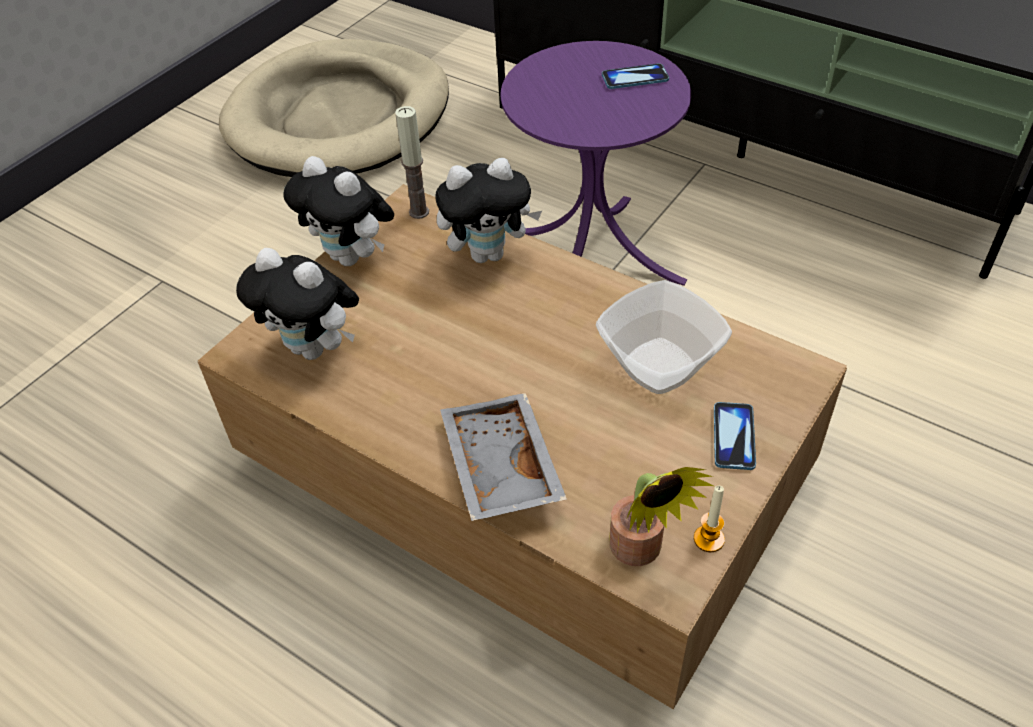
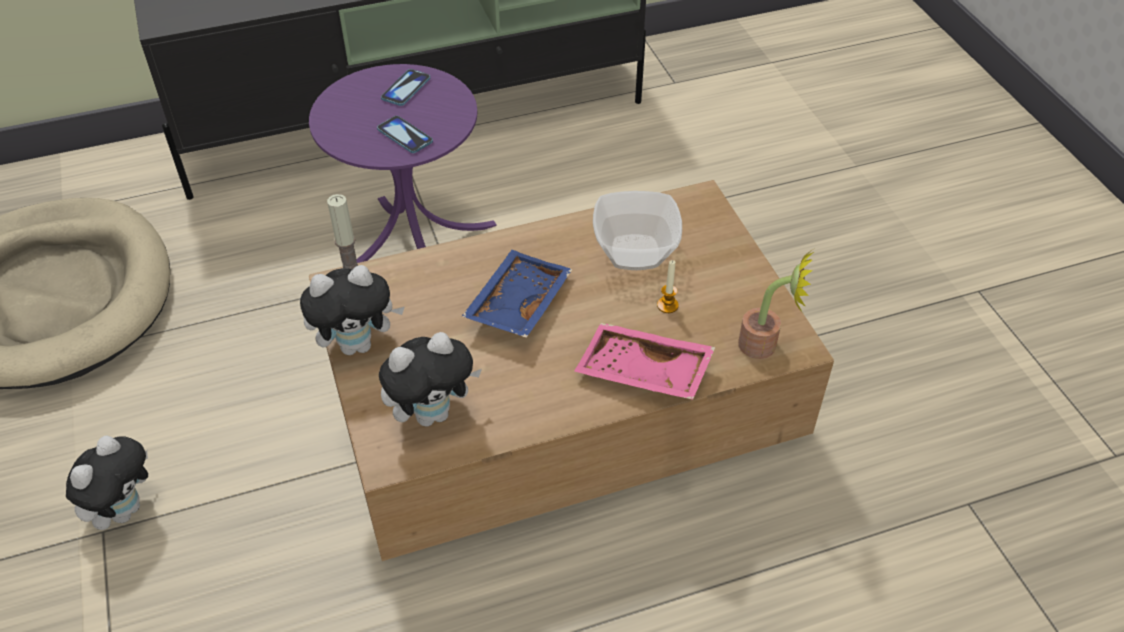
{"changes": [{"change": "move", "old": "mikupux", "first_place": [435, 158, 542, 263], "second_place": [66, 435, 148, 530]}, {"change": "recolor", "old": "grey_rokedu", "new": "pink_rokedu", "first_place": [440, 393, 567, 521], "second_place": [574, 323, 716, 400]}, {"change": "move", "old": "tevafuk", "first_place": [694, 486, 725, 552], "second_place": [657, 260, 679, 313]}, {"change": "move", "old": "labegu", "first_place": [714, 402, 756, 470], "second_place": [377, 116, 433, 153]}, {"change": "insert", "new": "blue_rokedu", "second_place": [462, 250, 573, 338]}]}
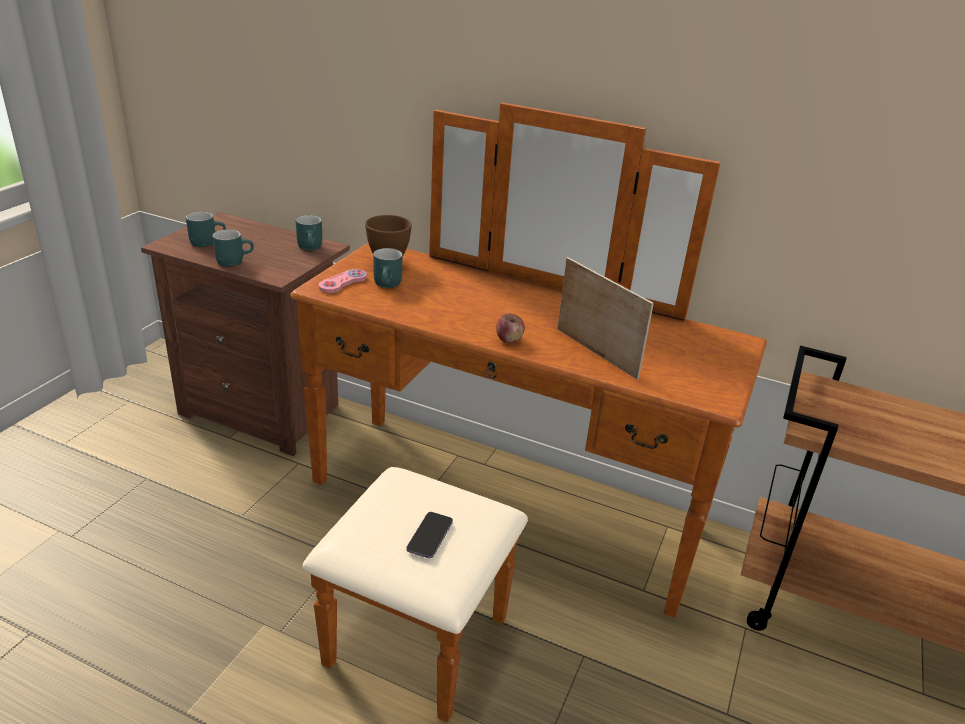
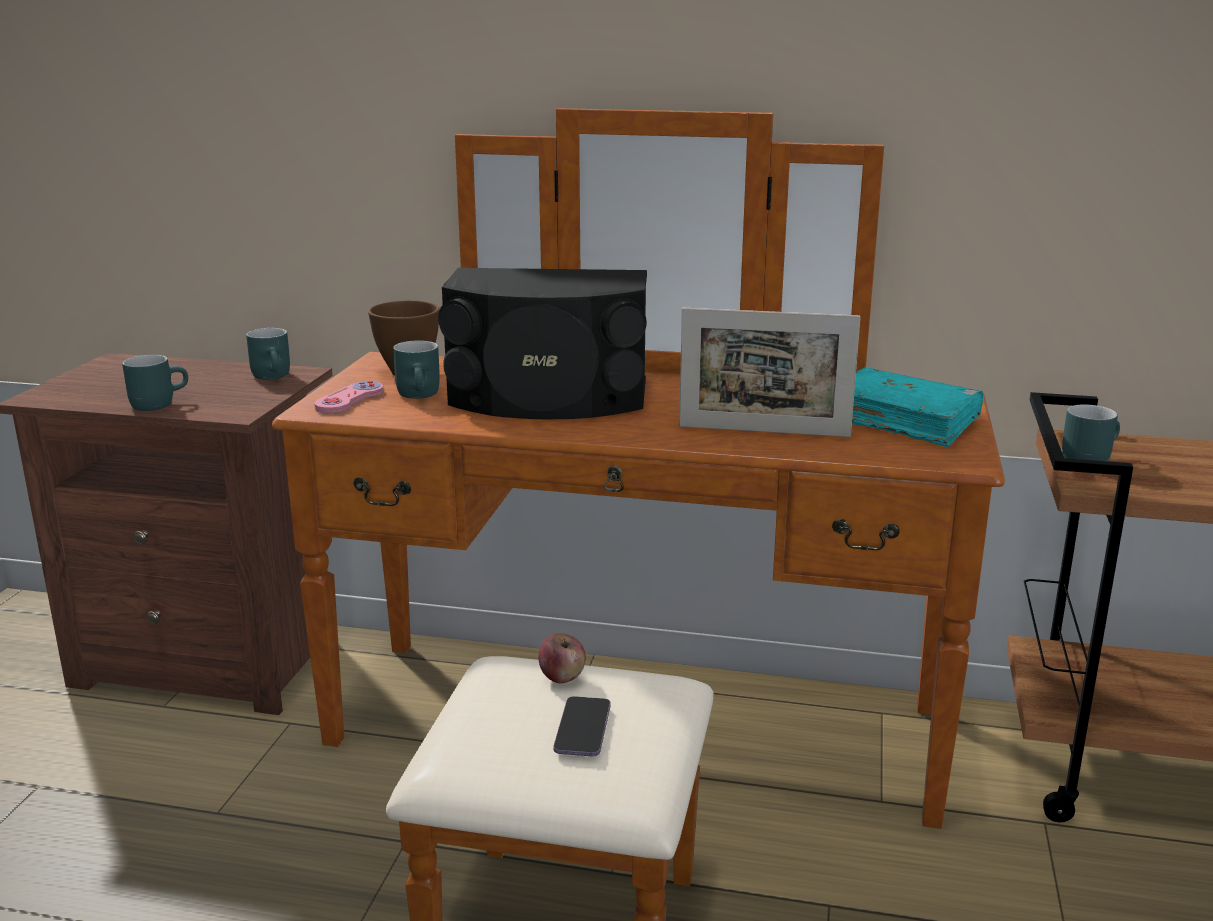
{"changes": [{"change": "move", "old": "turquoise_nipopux", "first_place": [186, 212, 226, 247], "second_place": [1062, 404, 1120, 461]}, {"change": "move", "old": "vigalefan", "first_place": [496, 313, 525, 343], "second_place": [538, 633, 586, 683]}, {"change": "rotate", "old": "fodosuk", "first_place": [557, 257, 654, 380], "second_place": [679, 308, 861, 437], "degrees": 150}, {"change": "insert", "new": "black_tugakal", "second_place": [438, 268, 647, 419]}, {"change": "insert", "new": "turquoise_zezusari", "second_place": [852, 368, 983, 447]}]}
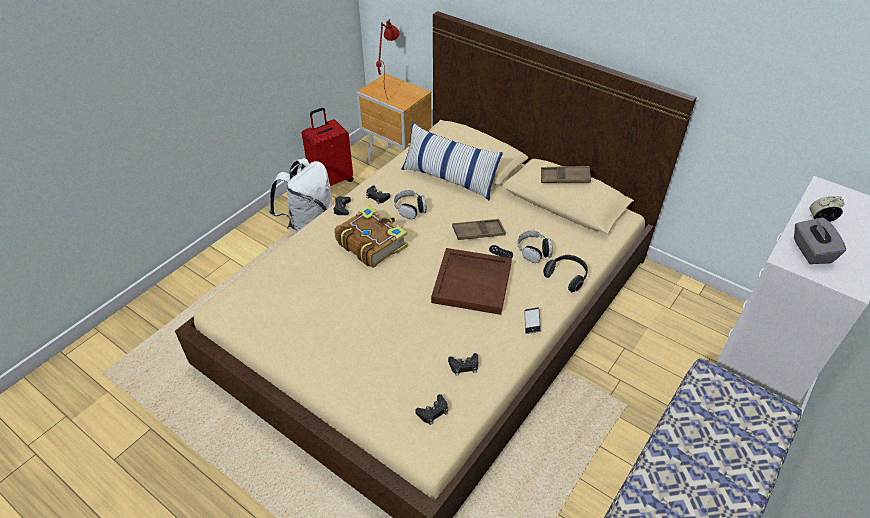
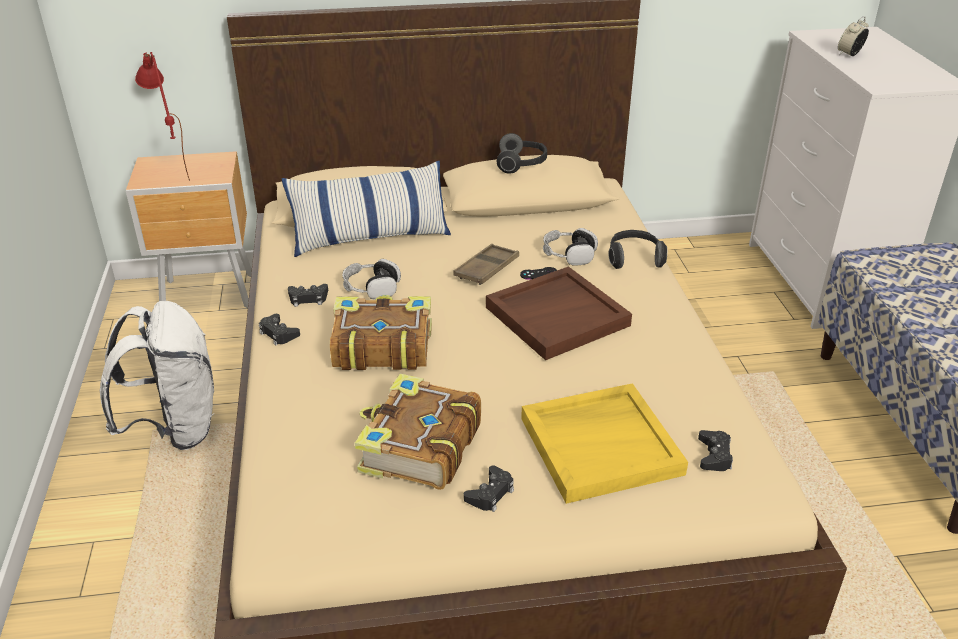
{"changes": [{"change": "delete", "old": "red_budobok", "first_place": [302, 108, 354, 186]}, {"change": "move", "old": "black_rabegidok", "first_place": [448, 353, 478, 375], "second_place": [464, 465, 514, 512]}, {"change": "delete", "old": "labegu", "first_place": [525, 307, 541, 334]}, {"change": "replace", "old": "brown_rokedu", "new": "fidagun", "first_place": [541, 166, 591, 183], "second_place": [497, 133, 547, 174]}, {"change": "delete", "old": "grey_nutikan", "first_place": [794, 217, 846, 264]}, {"change": "insert", "new": "zezusari", "second_place": [355, 374, 481, 490]}, {"change": "insert", "new": "yellow_rokedu", "second_place": [521, 383, 688, 504]}]}
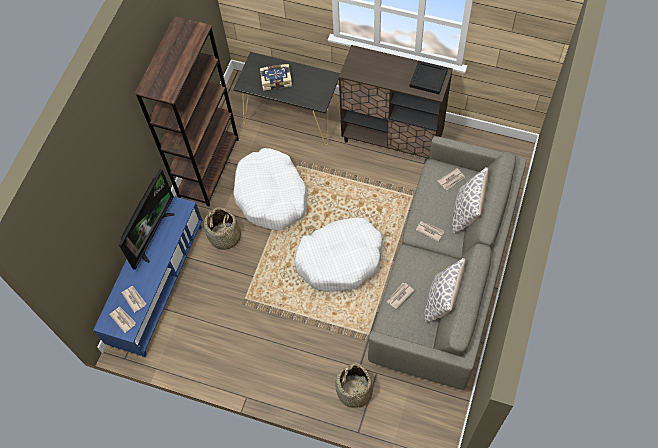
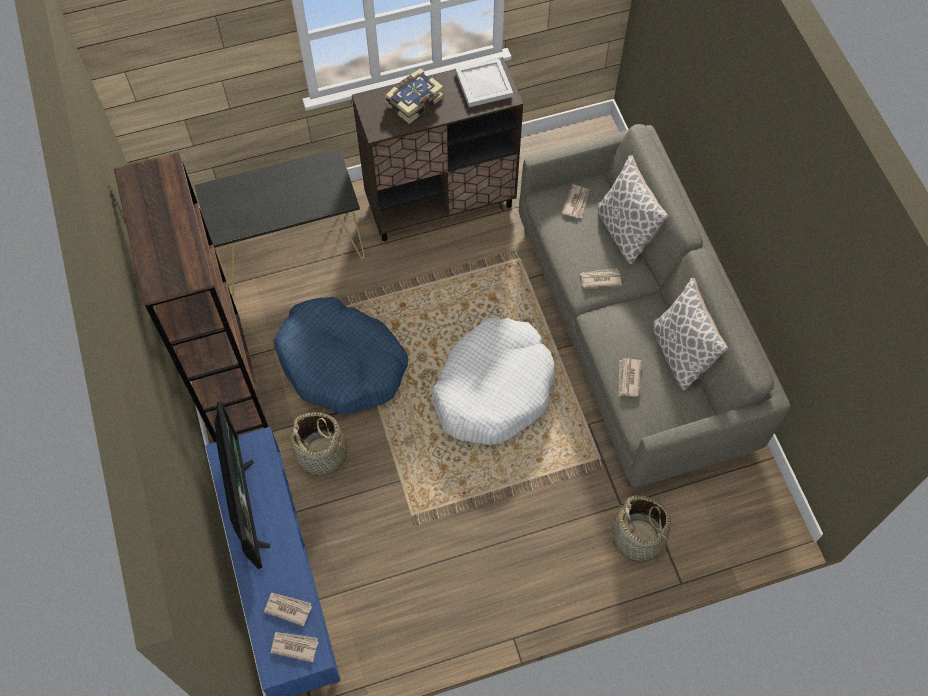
{"changes": [{"change": "recolor", "old": "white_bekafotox", "new": "blue_bekafotox", "first_place": [233, 148, 307, 230], "second_place": [274, 297, 408, 414]}, {"change": "move", "old": "zezusari", "first_place": [260, 64, 292, 91], "second_place": [385, 68, 444, 124]}, {"change": "recolor", "old": "black_rokedu", "new": "white_rokedu", "first_place": [409, 61, 448, 94], "second_place": [456, 58, 513, 107]}]}
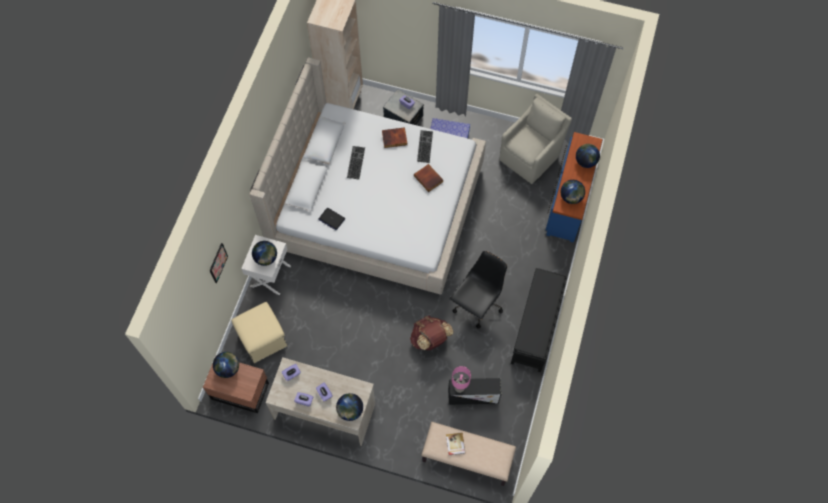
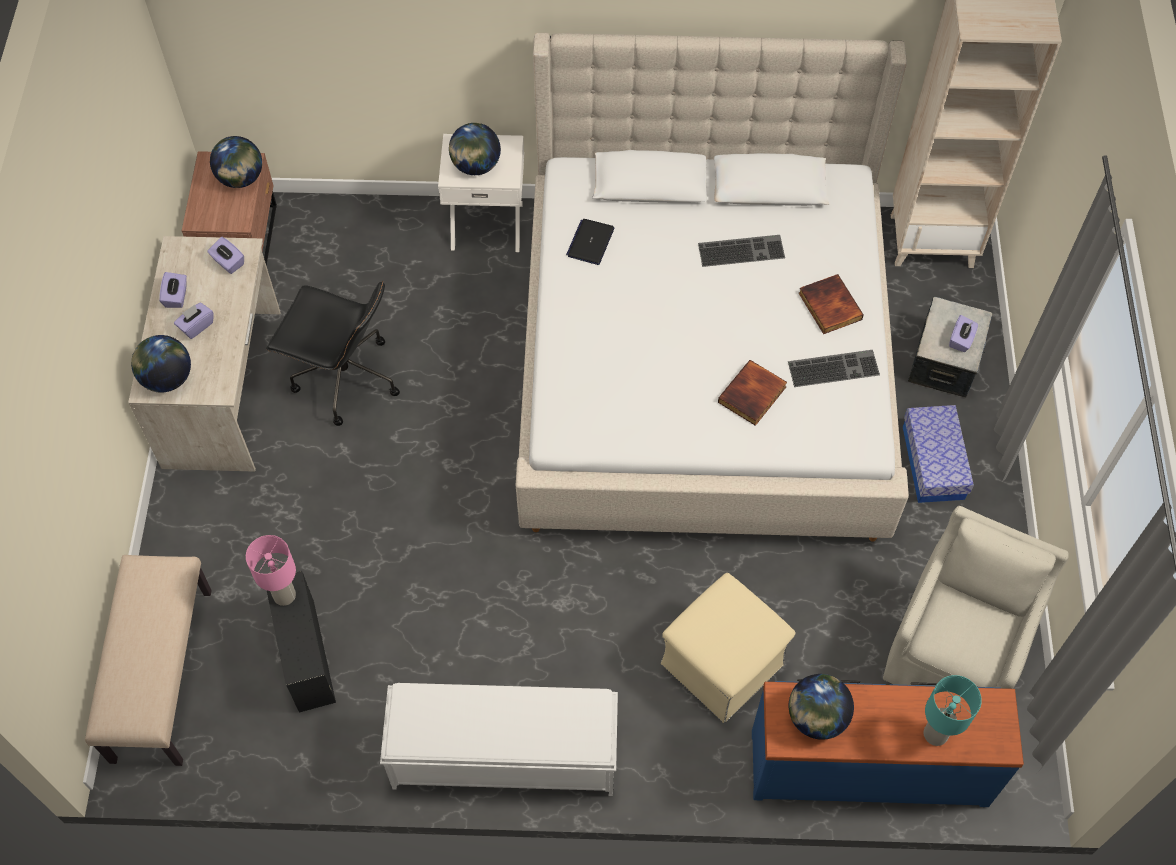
{"changes": [{"change": "delete", "old": "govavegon", "first_place": [209, 243, 228, 283]}, {"change": "move", "old": "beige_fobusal", "first_place": [231, 302, 288, 363], "second_place": [661, 573, 795, 723]}, {"change": "delete", "old": "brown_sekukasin", "first_place": [410, 316, 453, 350]}, {"change": "delete", "old": "zezusari", "first_place": [446, 432, 465, 455]}, {"change": "move", "old": "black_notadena", "first_place": [450, 251, 507, 329], "second_place": [266, 281, 400, 426]}, {"change": "rotate", "old": "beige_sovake", "first_place": [499, 94, 572, 184], "second_place": [883, 506, 1069, 689], "degrees": -90}, {"change": "recolor", "old": "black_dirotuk", "new": "white_dirotuk", "first_place": [511, 268, 567, 372], "second_place": [380, 683, 618, 796]}, {"change": "replace", "old": "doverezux", "new": "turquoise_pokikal", "first_place": [576, 144, 600, 168], "second_place": [924, 675, 982, 746]}]}
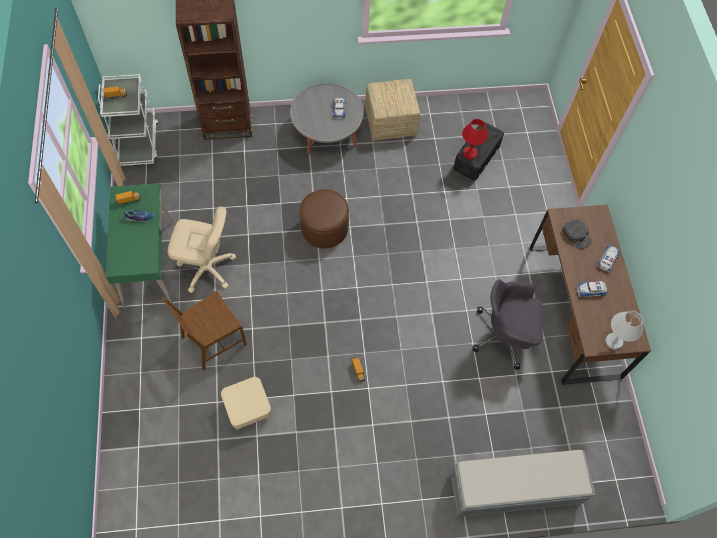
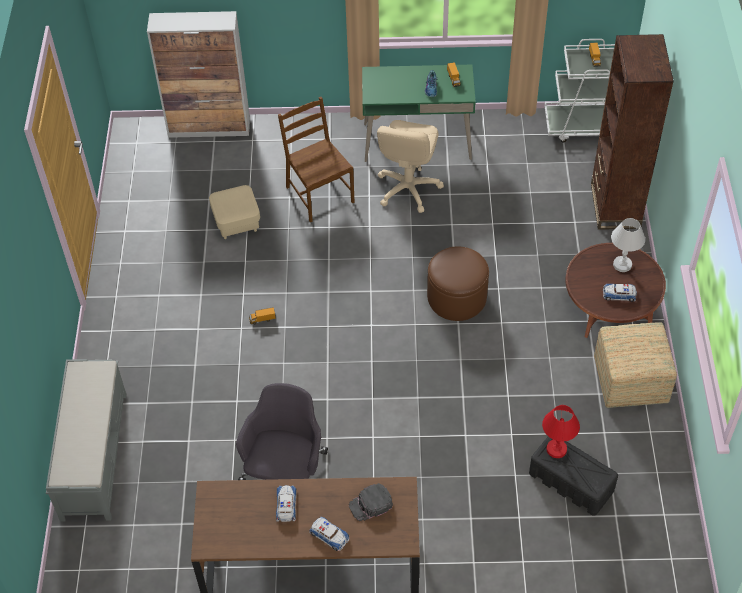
{"changes": [{"change": "recolor", "old": "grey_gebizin", "new": "brown_gebizin", "first_place": [290, 83, 364, 155], "second_place": [565, 243, 666, 338]}, {"change": "move", "old": "white_pokikal", "first_place": [605, 311, 643, 350], "second_place": [611, 218, 645, 272]}, {"change": "insert", "new": "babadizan", "second_place": [147, 11, 250, 138]}]}
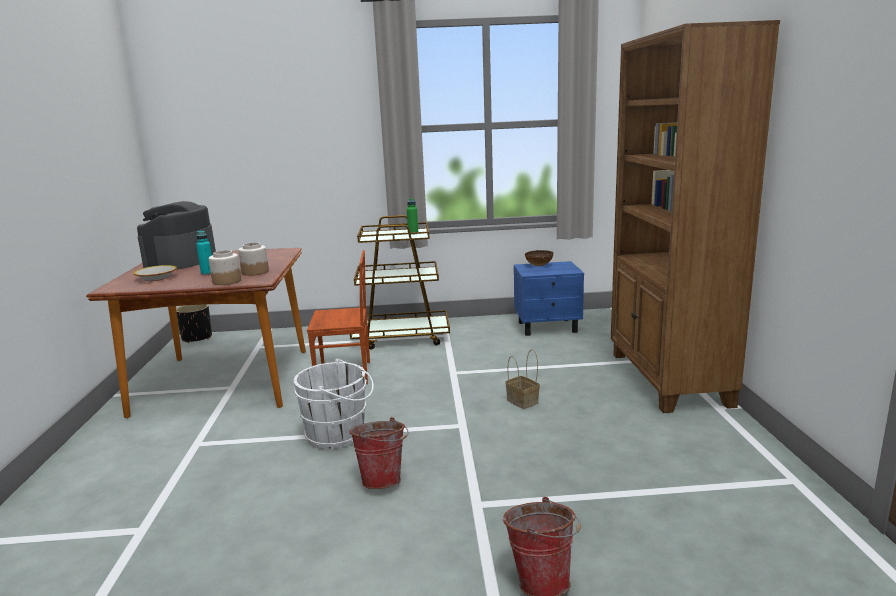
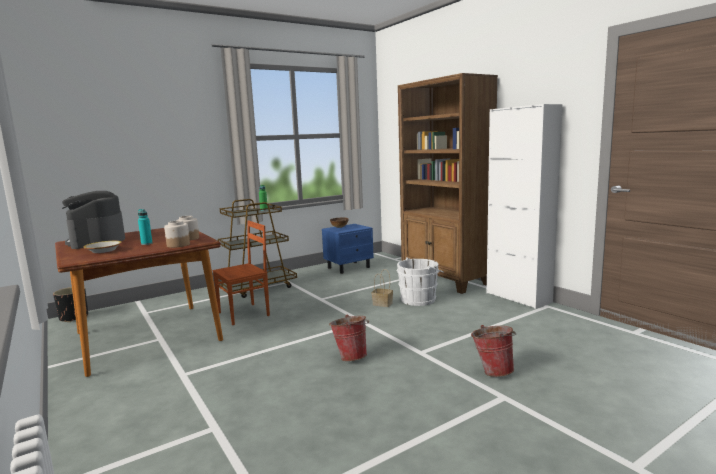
{"changes": [{"change": "move", "old": "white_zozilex", "first_place": [294, 359, 374, 449], "second_place": [397, 257, 444, 306]}, {"change": "insert", "new": "white_babadizan", "second_place": [487, 104, 562, 309]}]}
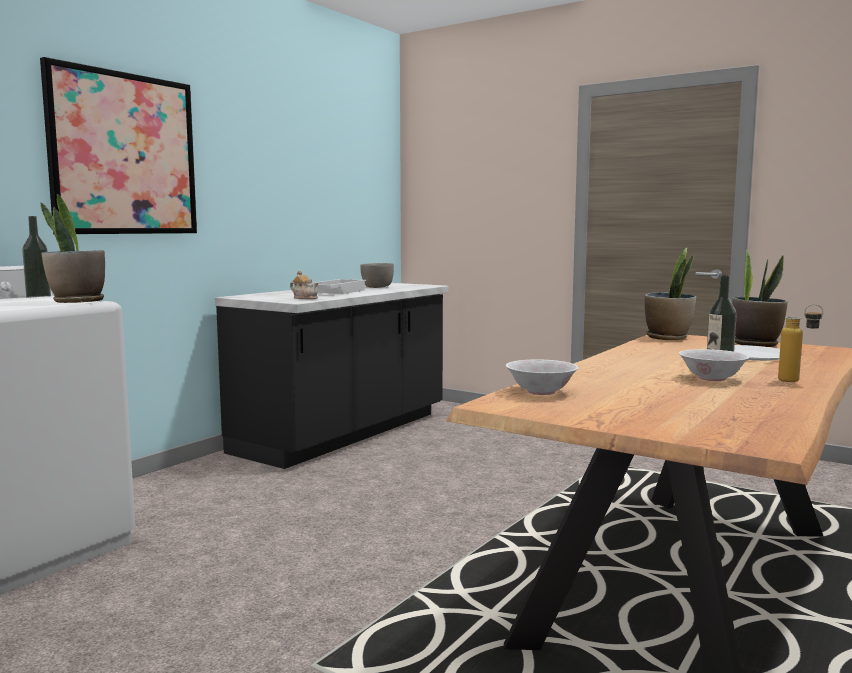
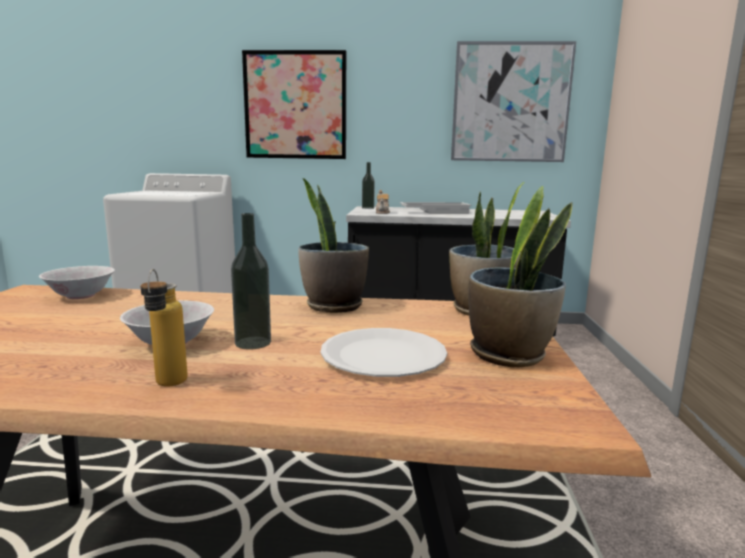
{"changes": [{"change": "move", "old": "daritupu", "first_place": [22, 216, 51, 299], "second_place": [362, 162, 375, 209]}, {"change": "move", "old": "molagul", "first_place": [41, 194, 105, 303], "second_place": [298, 178, 369, 313]}, {"change": "delete", "old": "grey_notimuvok", "first_place": [360, 263, 394, 288]}, {"change": "insert", "new": "govavegon", "second_place": [451, 41, 576, 162]}]}
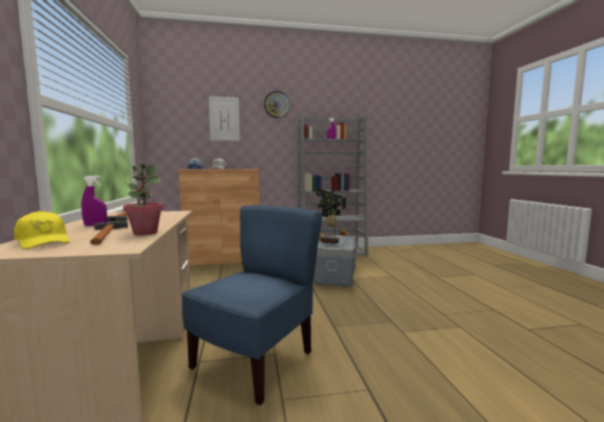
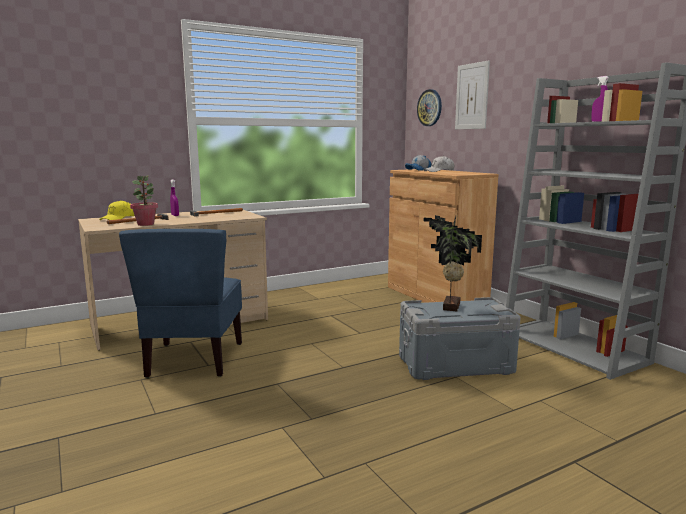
{"changes": [{"change": "rotate", "old": "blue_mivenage", "first_place": [182, 205, 322, 405], "second_place": [119, 229, 242, 378], "degrees": 75}, {"change": "move", "old": "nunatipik", "first_place": [264, 91, 290, 118], "second_place": [417, 89, 442, 126]}]}
